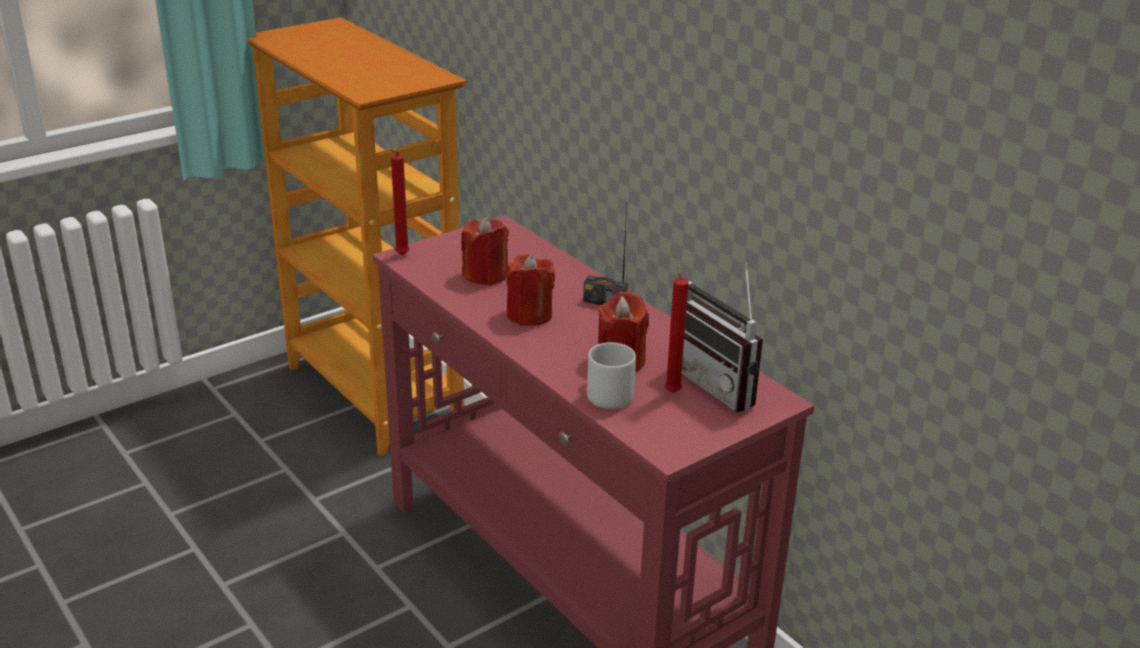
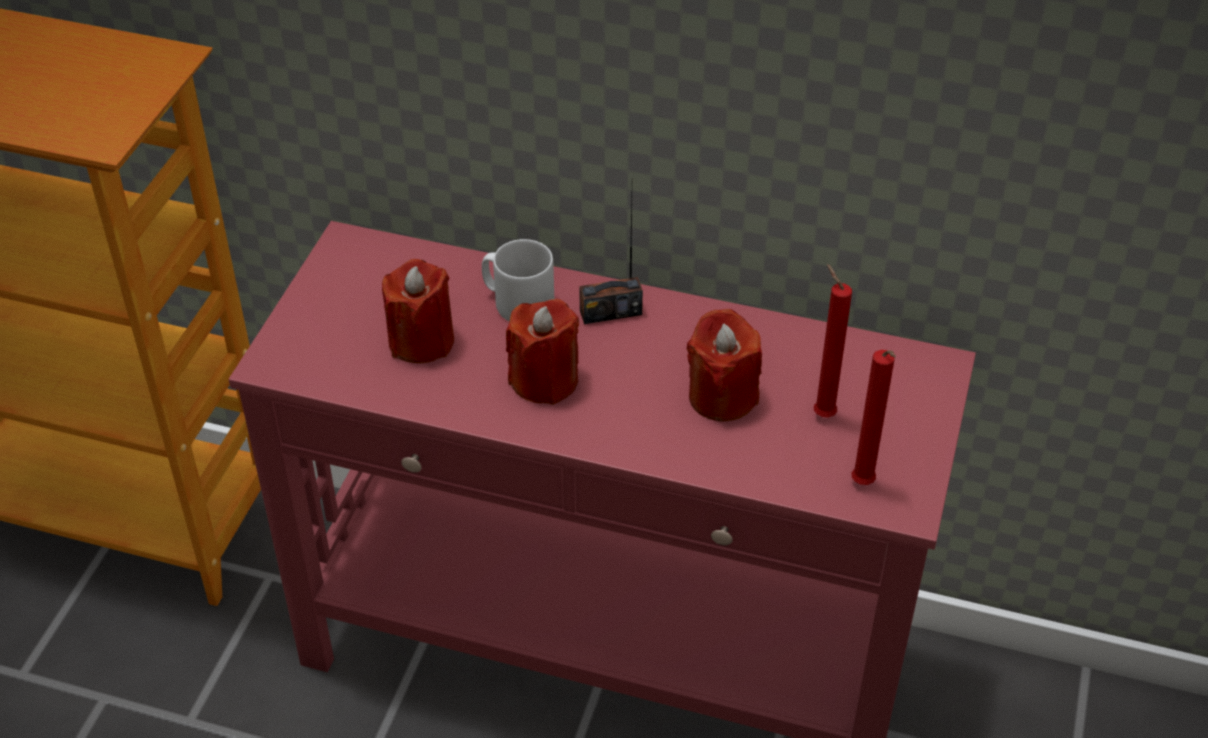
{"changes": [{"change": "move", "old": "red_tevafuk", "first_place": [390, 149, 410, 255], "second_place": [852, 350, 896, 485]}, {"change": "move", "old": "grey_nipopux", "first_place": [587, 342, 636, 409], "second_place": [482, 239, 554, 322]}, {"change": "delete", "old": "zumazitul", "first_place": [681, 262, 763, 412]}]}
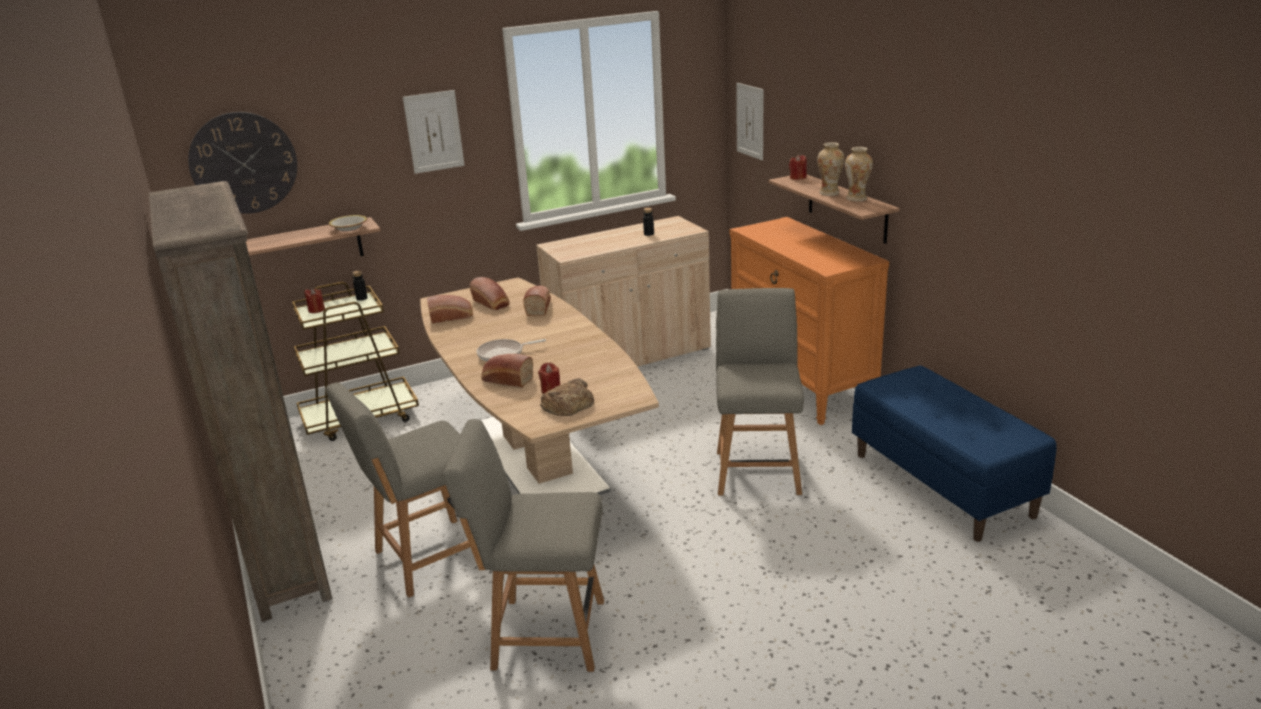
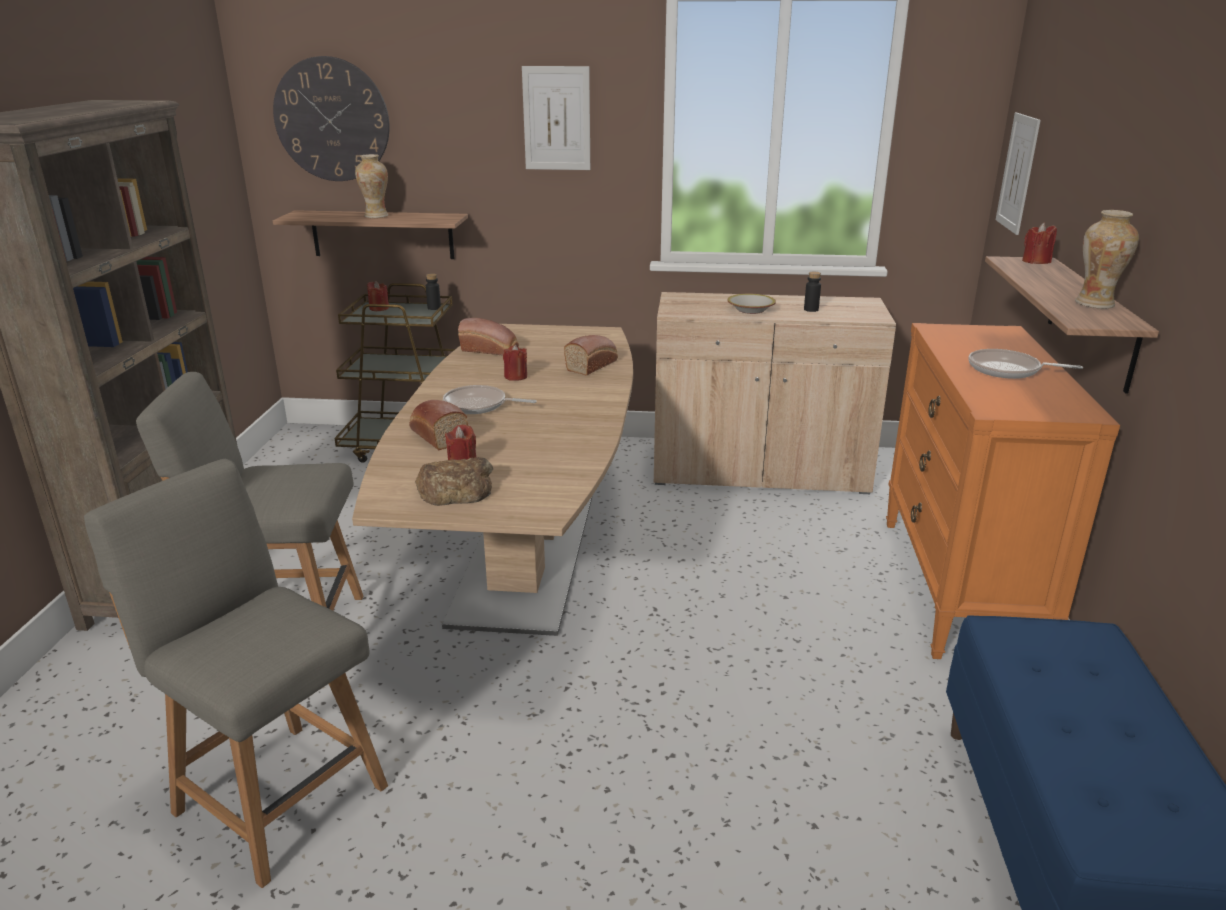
{"changes": [{"change": "move", "old": "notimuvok", "first_place": [329, 215, 367, 232], "second_place": [727, 294, 776, 314]}, {"change": "delete", "old": "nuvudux", "first_place": [470, 277, 510, 311]}, {"change": "delete", "old": "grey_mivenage", "first_place": [716, 288, 804, 495]}, {"change": "move", "old": "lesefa", "first_place": [817, 142, 845, 196], "second_place": [355, 154, 388, 218]}, {"change": "insert", "new": "red_tevafuk", "second_place": [503, 345, 527, 381]}, {"change": "insert", "new": "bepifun", "second_place": [968, 349, 1083, 379]}]}
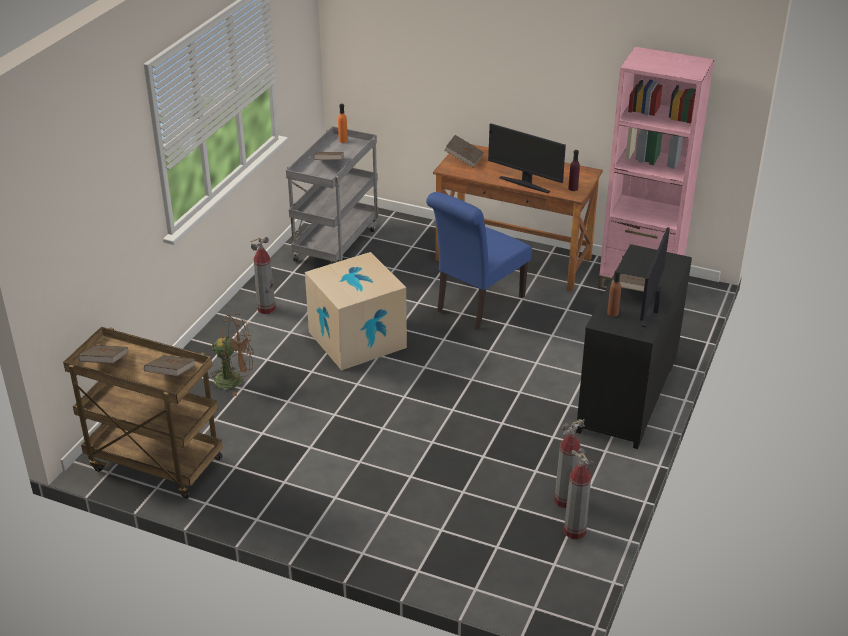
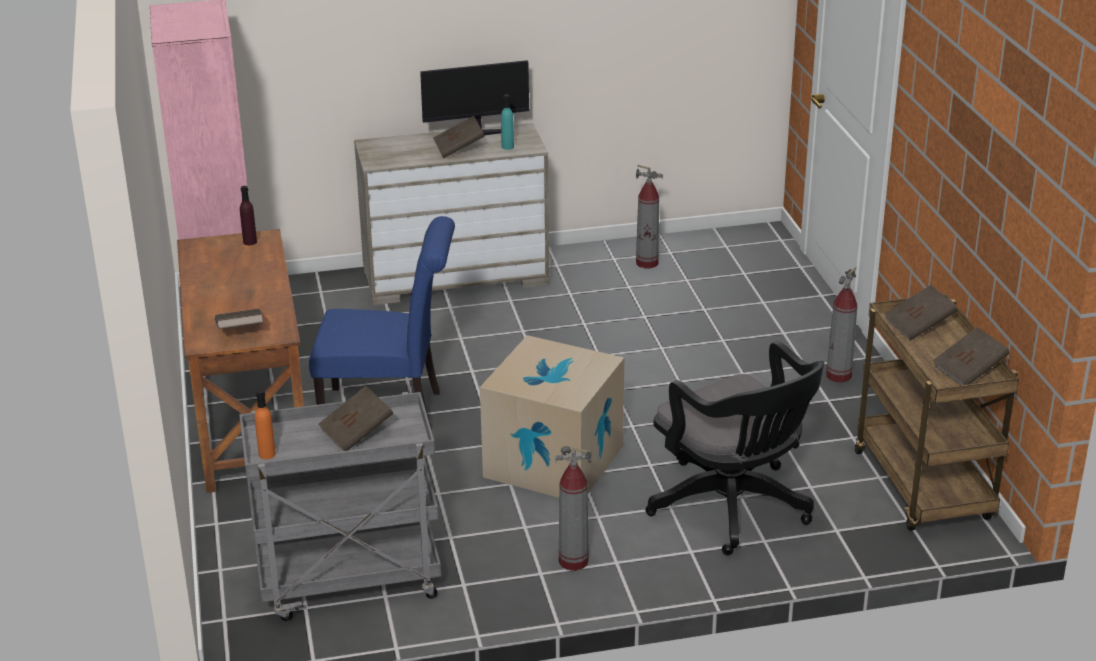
{"changes": [{"change": "replace", "old": "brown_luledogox", "new": "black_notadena", "first_place": [208, 314, 253, 396], "second_place": [645, 341, 824, 555]}, {"change": "delete", "old": "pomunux", "first_place": [488, 123, 566, 194]}, {"change": "move", "old": "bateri", "first_place": [564, 448, 594, 539], "second_place": [826, 267, 857, 382]}, {"change": "recolor", "old": "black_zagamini", "new": "beige_zagamini", "first_place": [576, 244, 692, 449], "second_place": [354, 123, 549, 305]}, {"change": "recolor", "old": "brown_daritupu", "new": "turquoise_daritupu", "first_place": [607, 270, 621, 317], "second_place": [501, 94, 514, 150]}]}
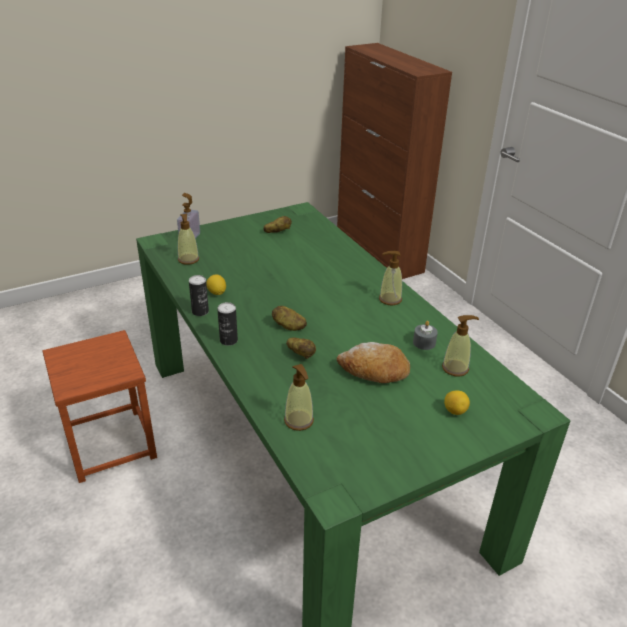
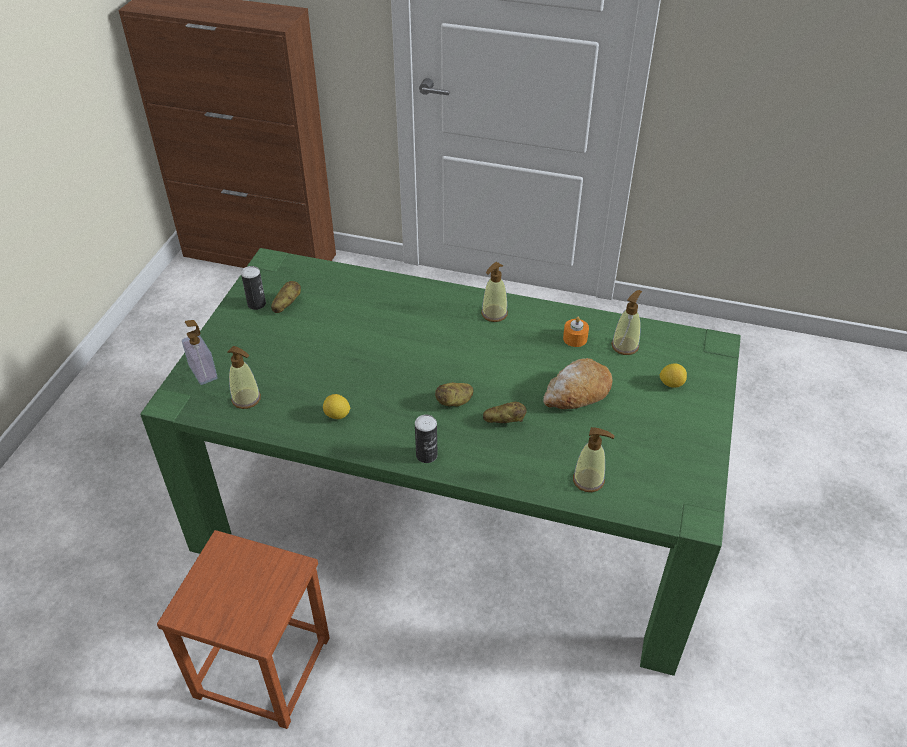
{"changes": [{"change": "move", "old": "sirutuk", "first_place": [189, 275, 209, 316], "second_place": [241, 266, 266, 310]}, {"change": "recolor", "old": "grey_tevafuk", "new": "orange_tevafuk", "first_place": [413, 321, 438, 350], "second_place": [563, 317, 589, 347]}]}
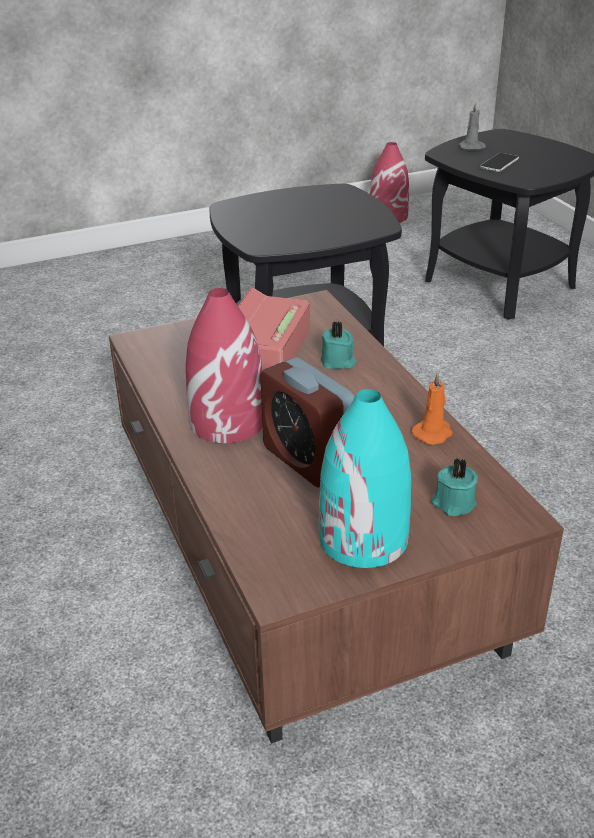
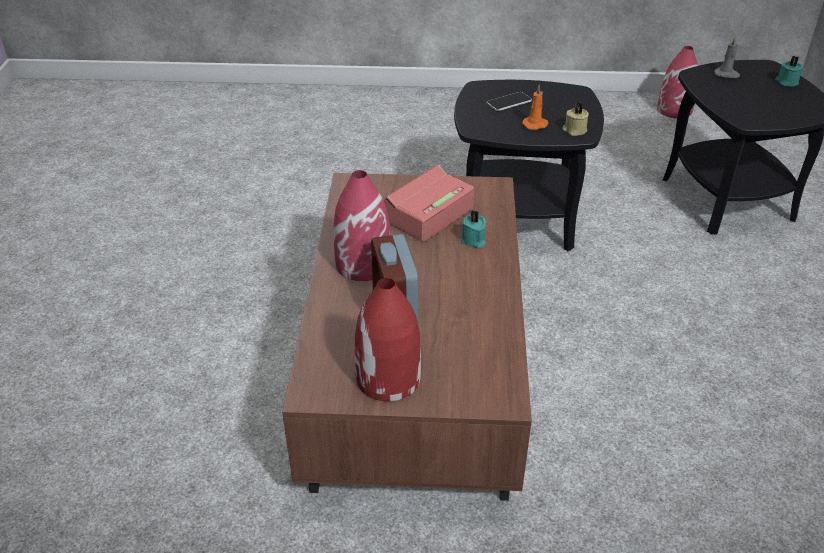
{"changes": [{"change": "recolor", "old": "turquoise_lesefa", "new": "red_lesefa", "first_place": [319, 389, 411, 568], "second_place": [355, 278, 421, 401]}, {"change": "move", "old": "orange_tevafuk", "first_place": [412, 372, 453, 445], "second_place": [522, 85, 549, 130]}, {"change": "move", "old": "turquoise_tevafuk", "first_place": [431, 459, 478, 516], "second_place": [775, 56, 803, 87]}, {"change": "move", "old": "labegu", "first_place": [480, 153, 519, 172], "second_place": [487, 92, 532, 111]}, {"change": "insert", "new": "beige_tevafuk", "second_place": [562, 103, 589, 136]}]}
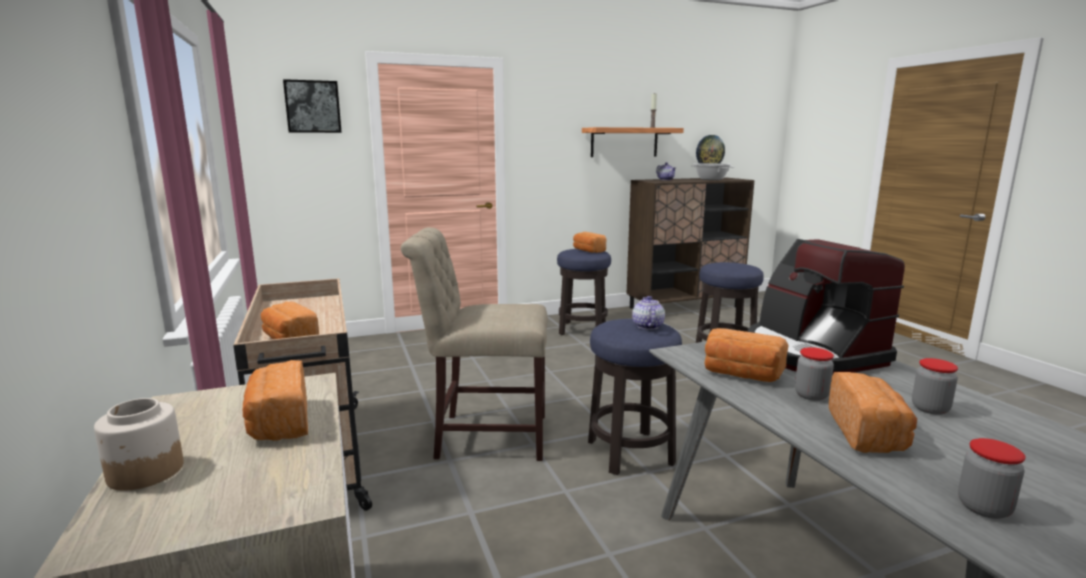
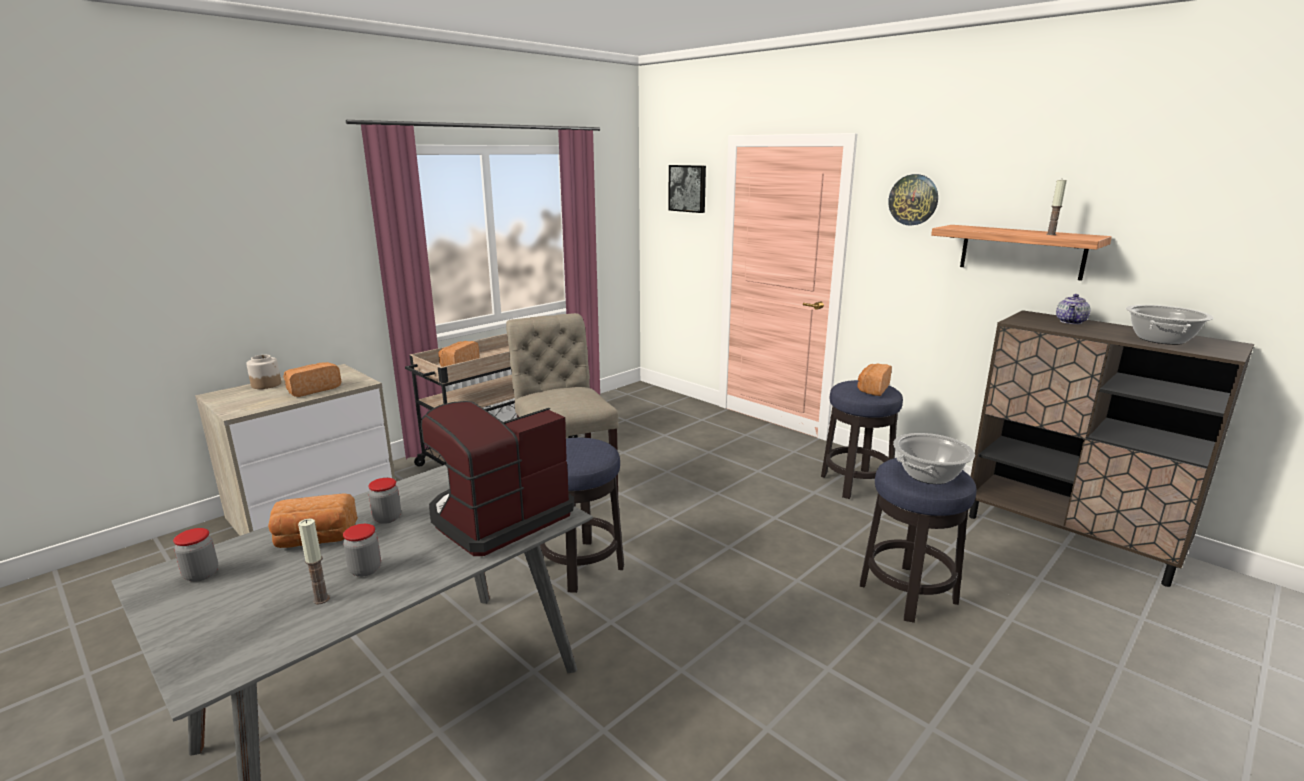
{"changes": [{"change": "delete", "old": "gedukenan", "first_place": [632, 296, 665, 330]}, {"change": "move", "old": "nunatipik", "first_place": [696, 135, 725, 163], "second_place": [888, 174, 938, 226]}, {"change": "delete", "old": "nuvudux", "first_place": [704, 328, 788, 382]}, {"change": "insert", "new": "tevafuk", "second_place": [298, 518, 330, 604]}, {"change": "insert", "new": "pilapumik", "second_place": [893, 433, 975, 484]}]}
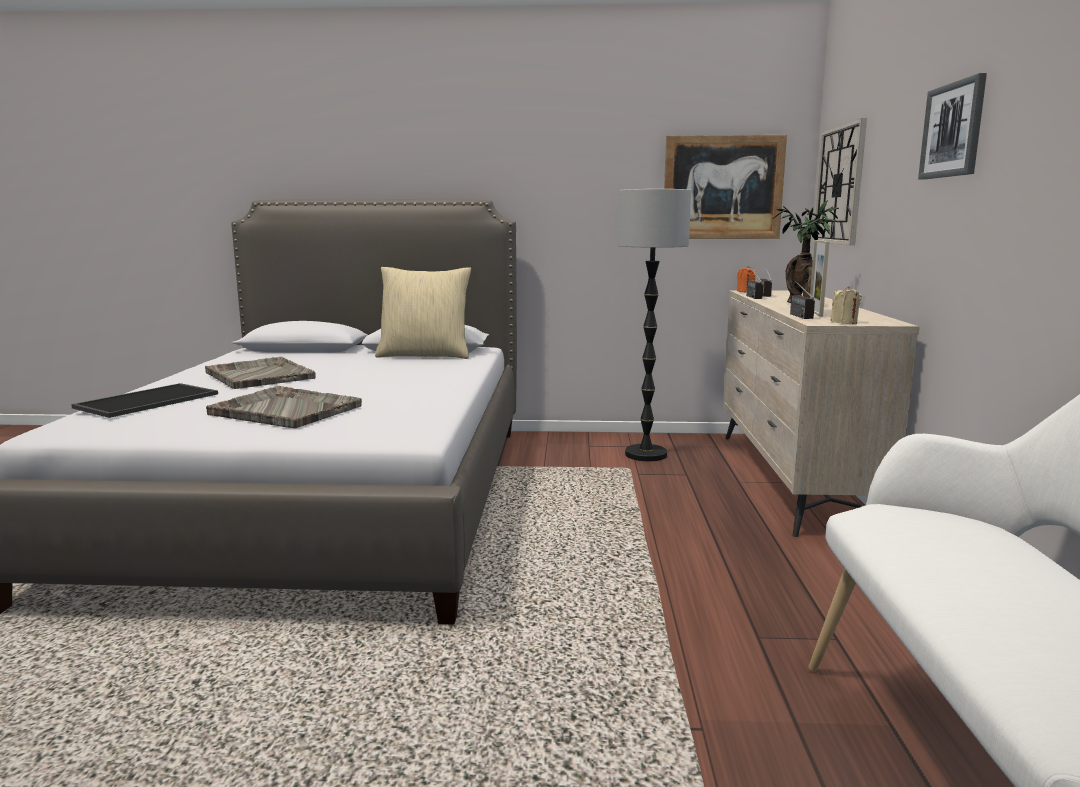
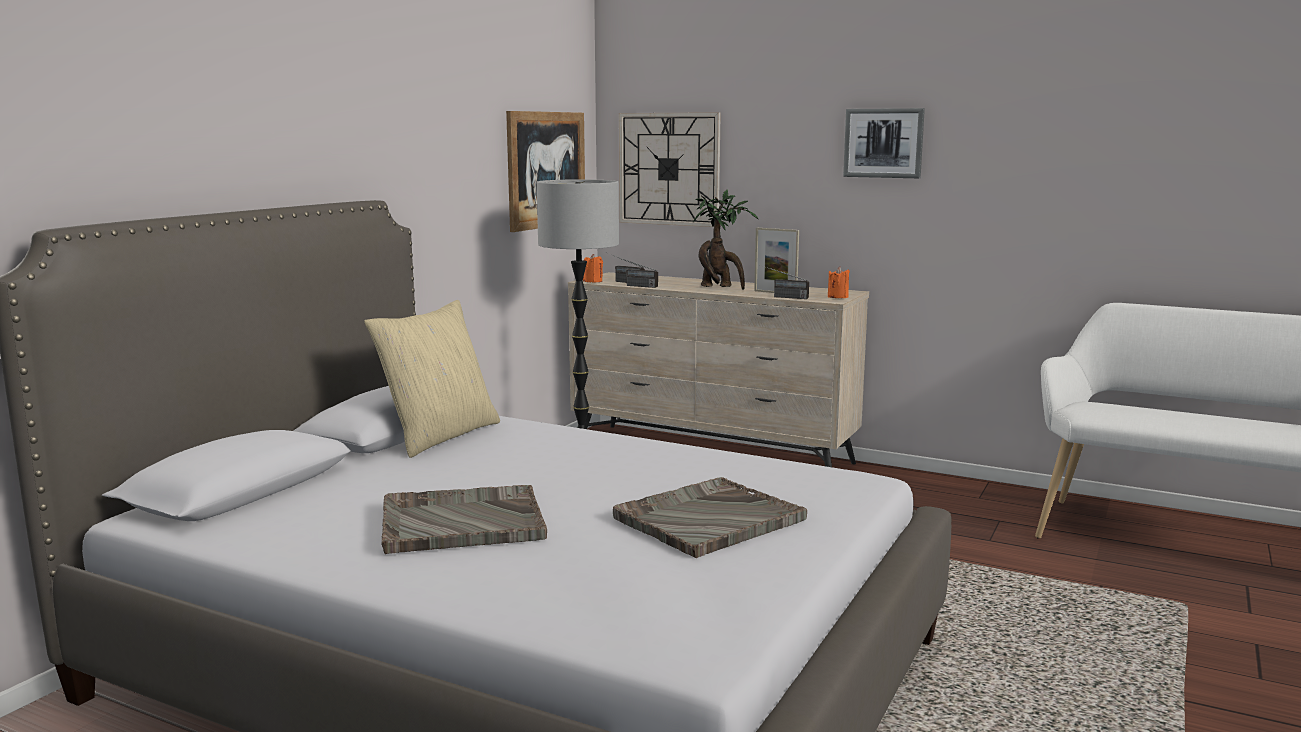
{"changes": [{"change": "delete", "old": "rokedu", "first_place": [71, 383, 218, 418]}, {"change": "recolor", "old": "beige_tevafuk", "new": "orange_tevafuk", "first_place": [830, 286, 862, 324], "second_place": [828, 267, 850, 298]}]}
